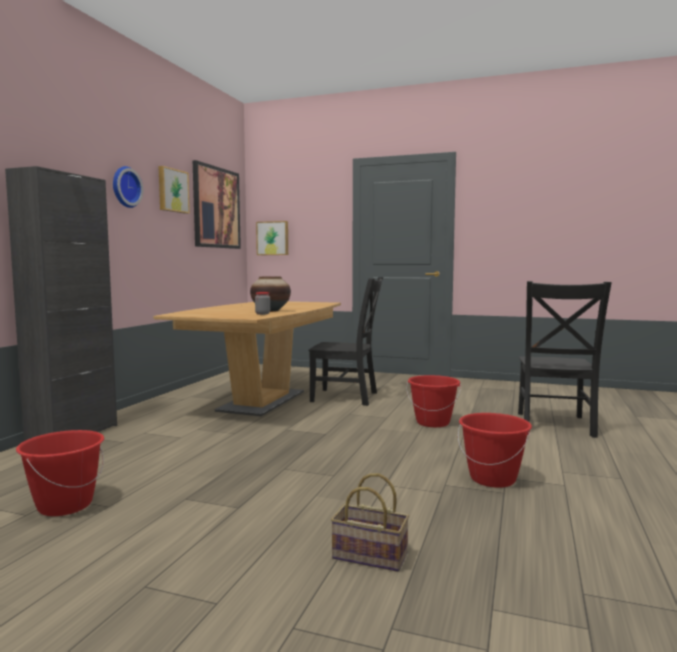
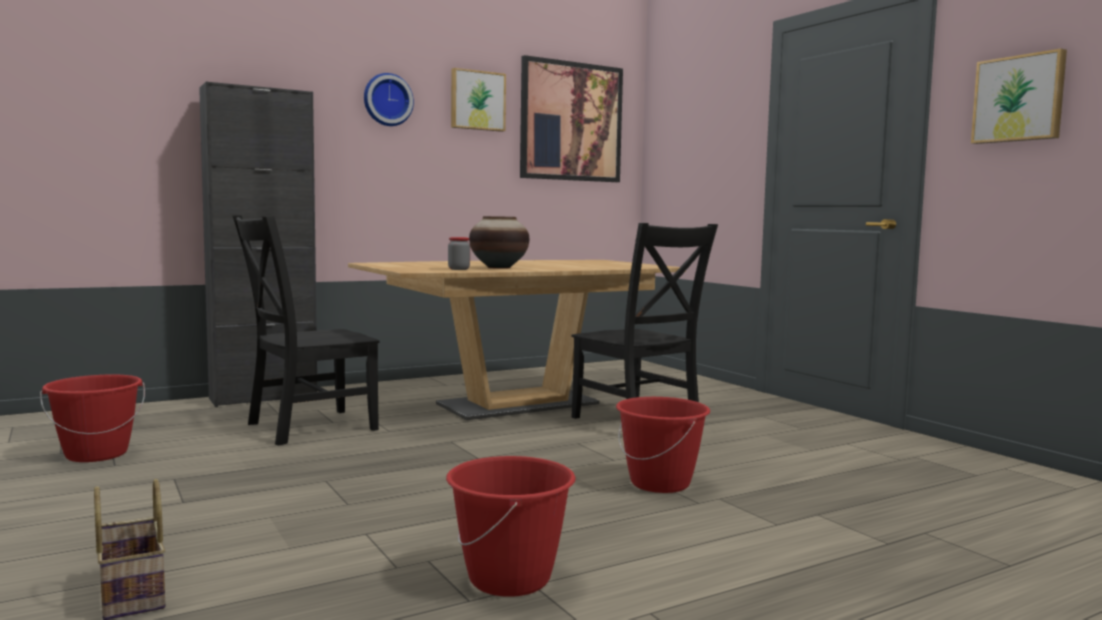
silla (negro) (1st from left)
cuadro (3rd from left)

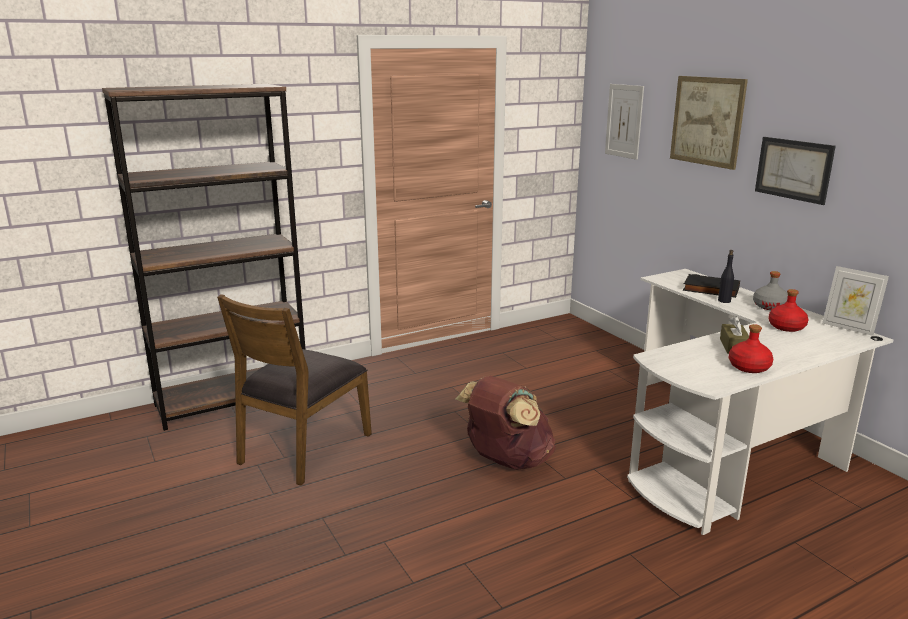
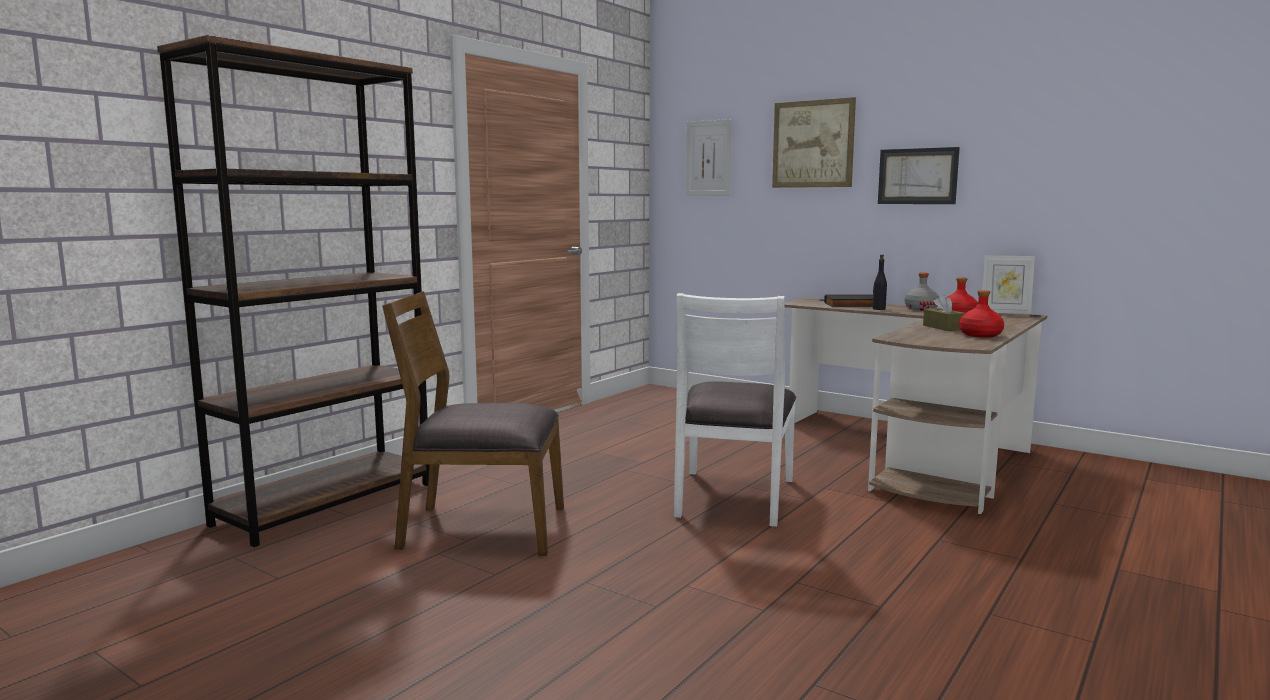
silla (marrón)
silla (blanco)
escritorio (marrón)

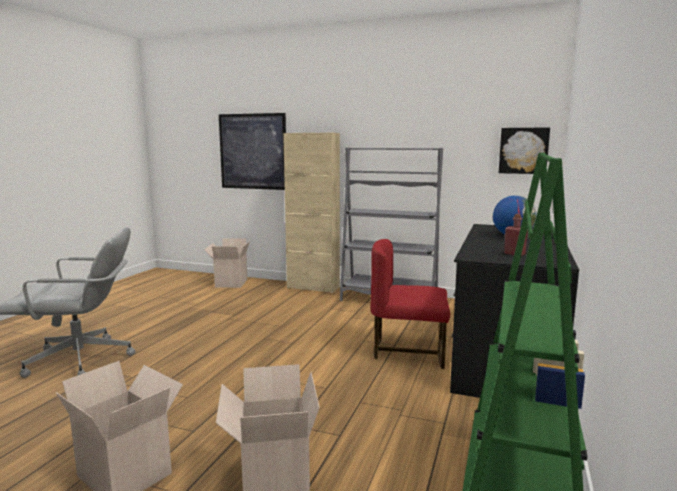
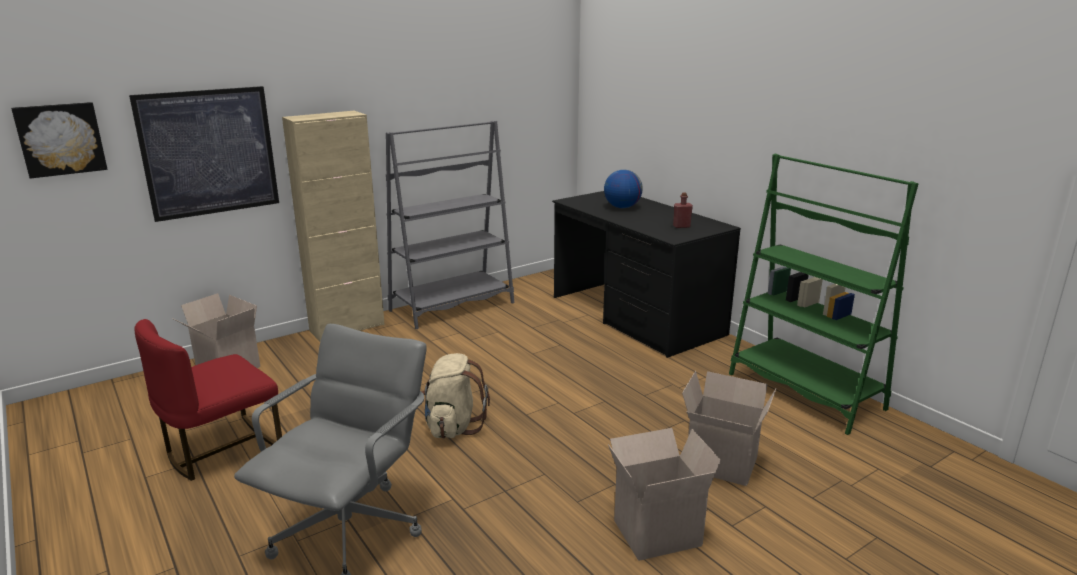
cuadro (1st from left)
silla (rojo)
mochila (beis)

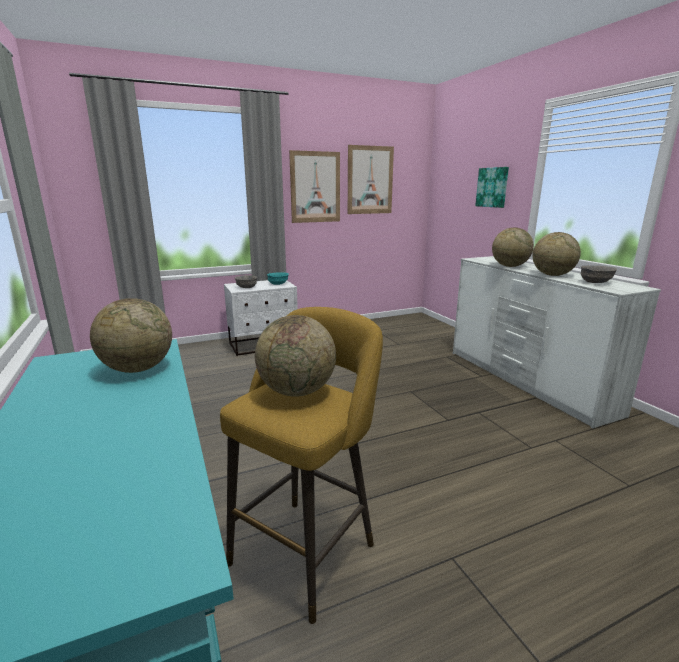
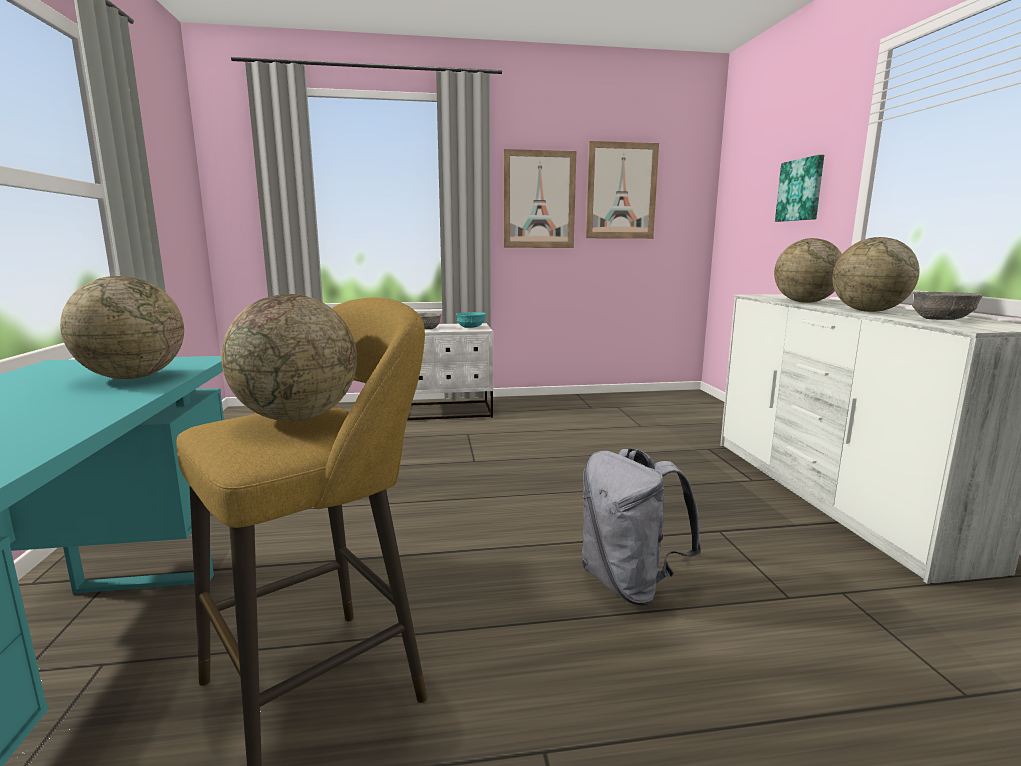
mochila (gris)

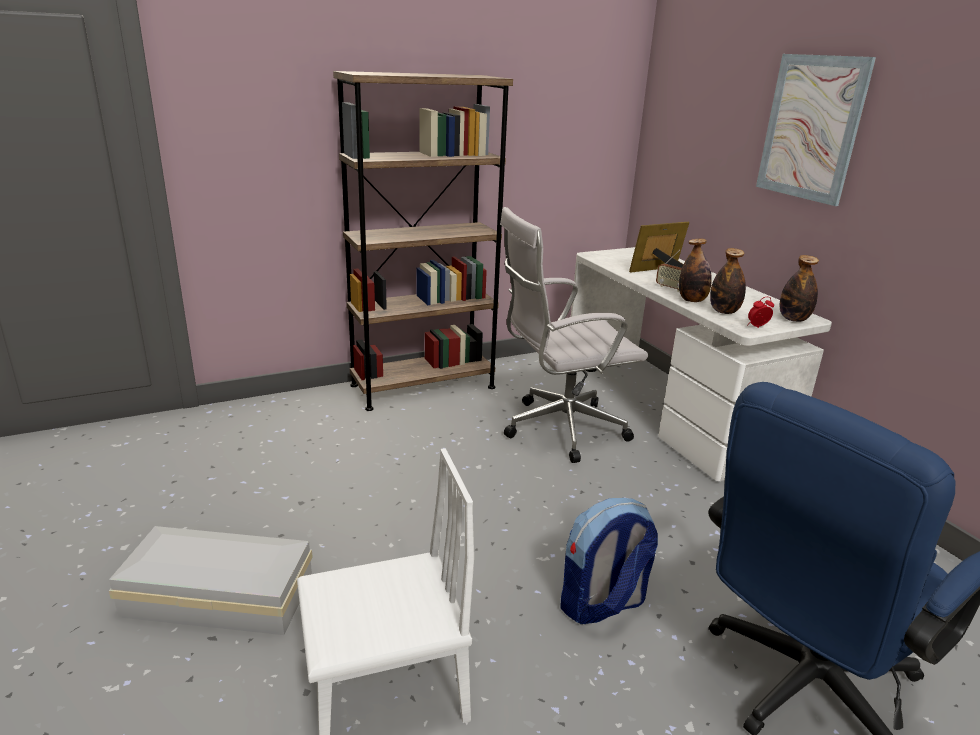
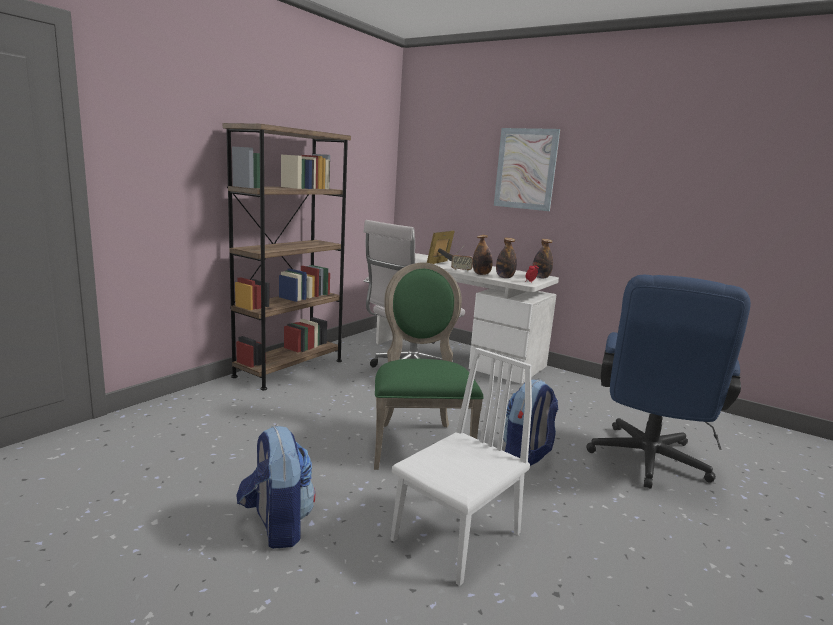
mochila (1st from left)
silla (verde)

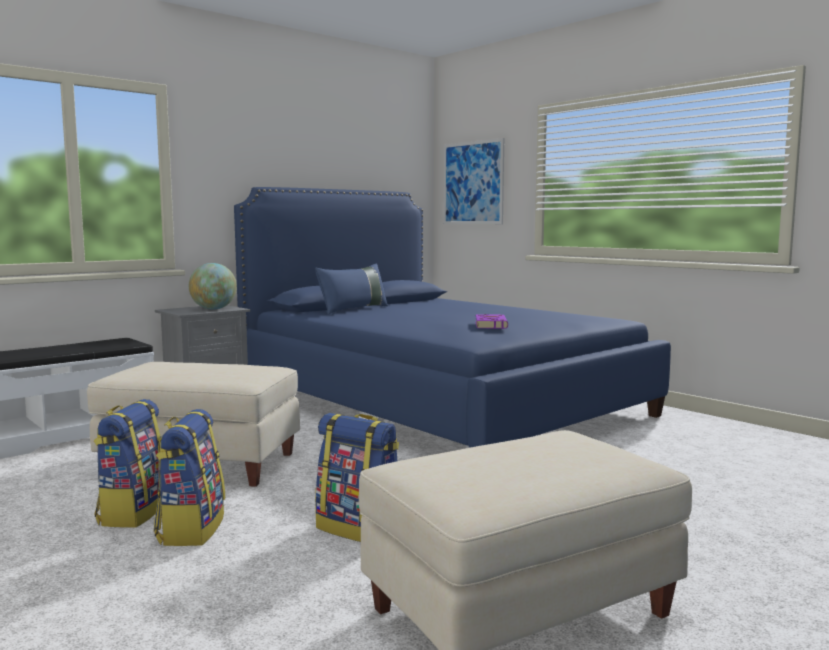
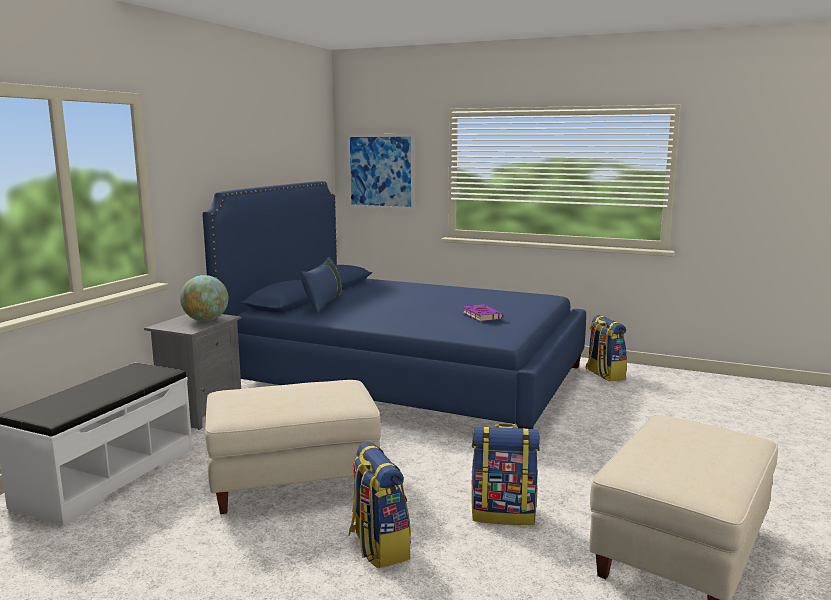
mochila (3rd from left)

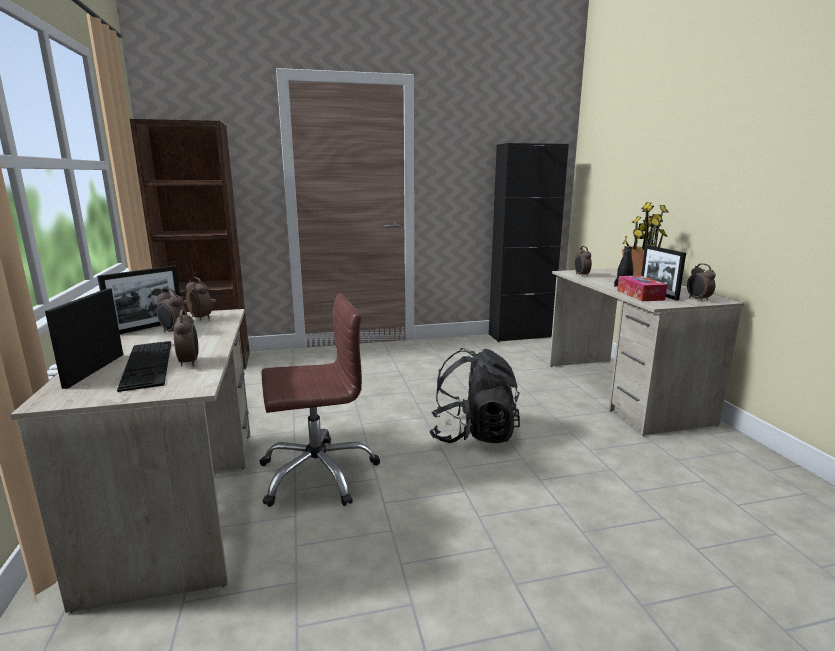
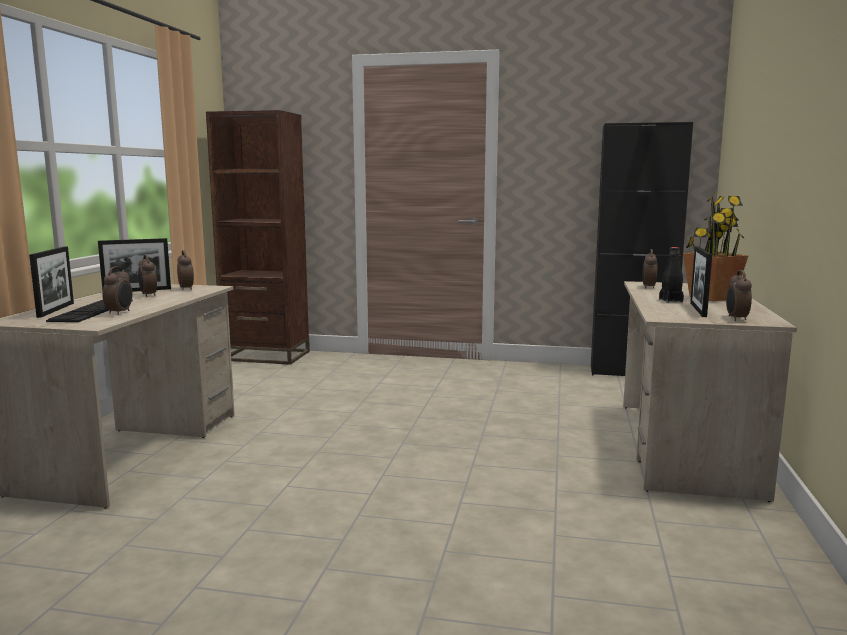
portarretratos (1st from left)
silla de oficina (marrón)
mochila (negro)
caja de pañuelos

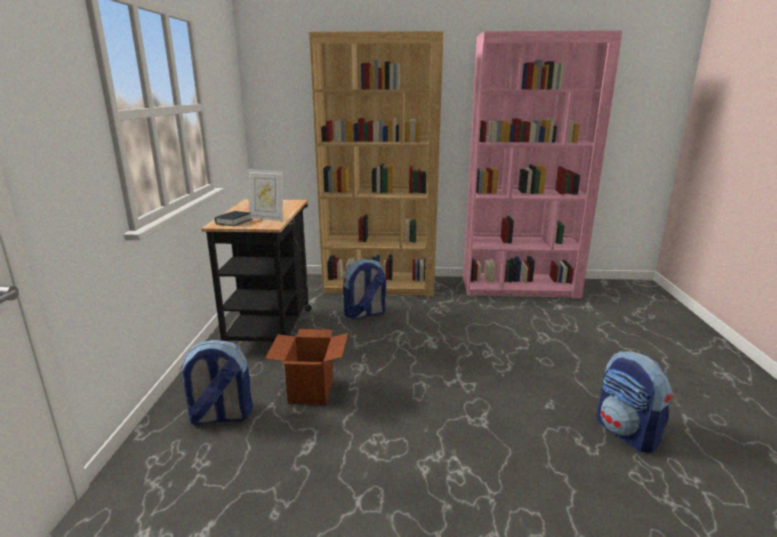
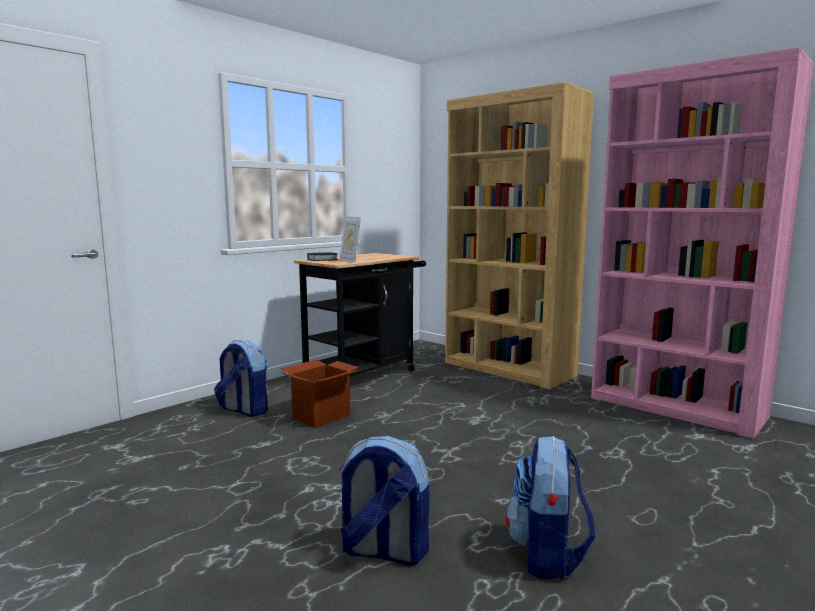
mochila (2nd from left)

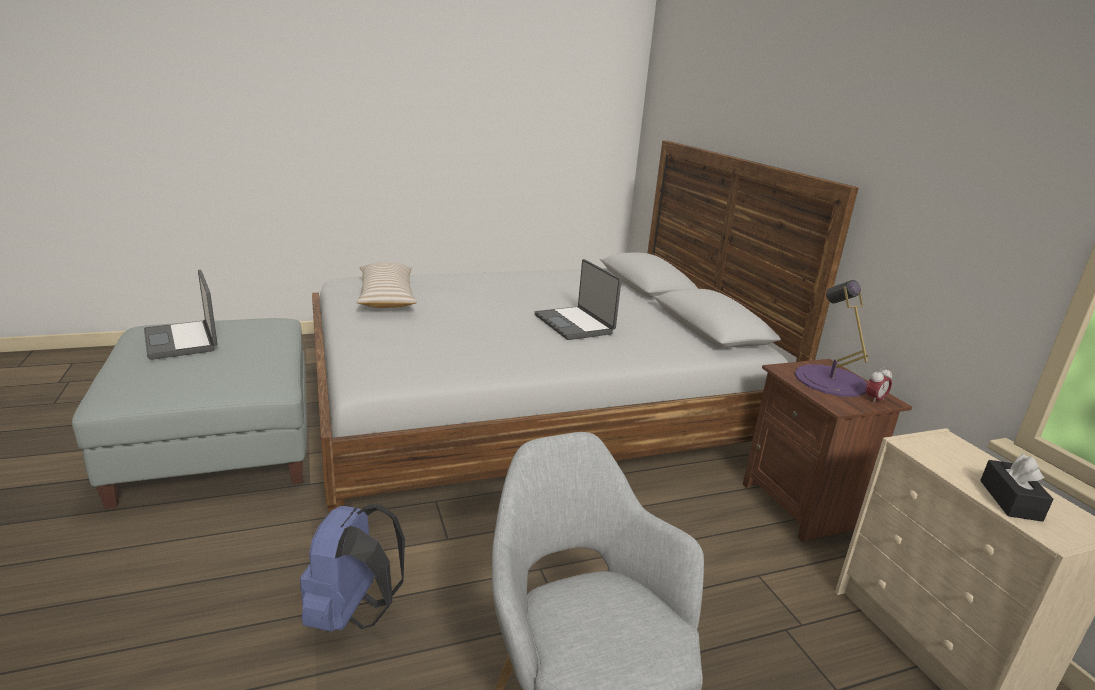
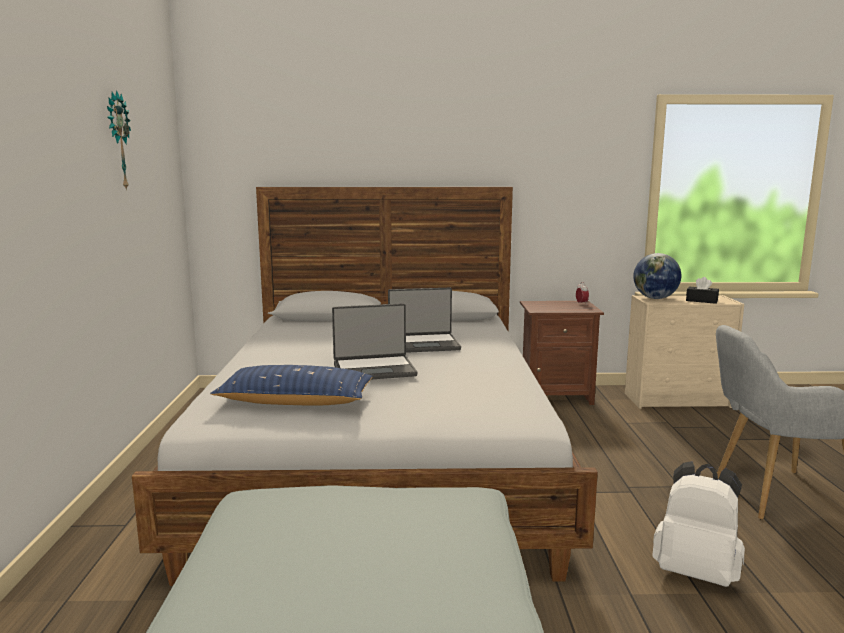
reloj de pared
cojín (azul)
portátil (1st from left)
globo terráqueo
mochila (blanco)
lámpara de mesa (morado)

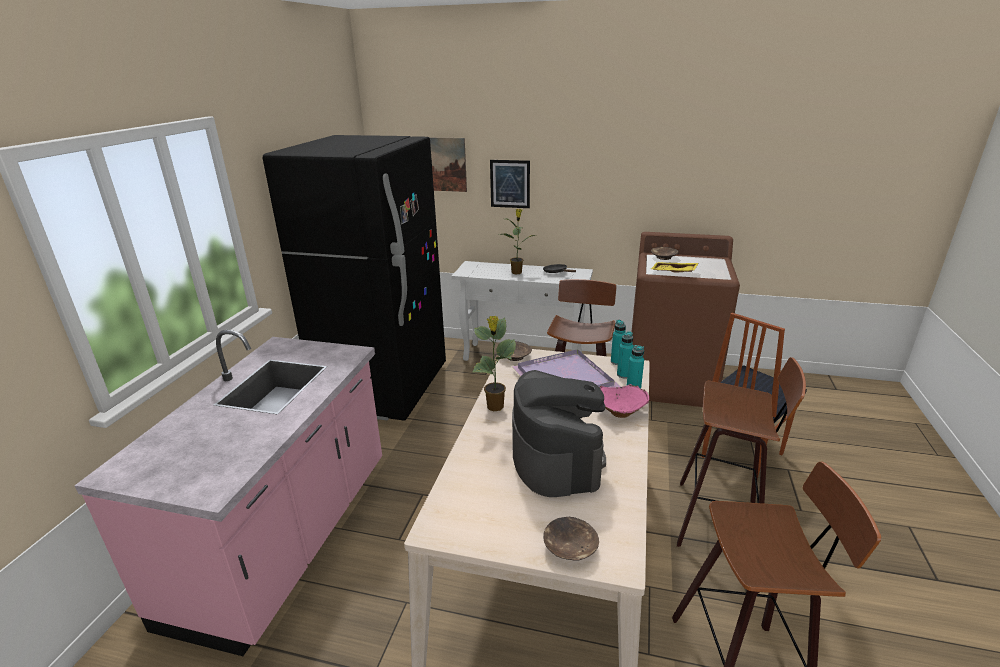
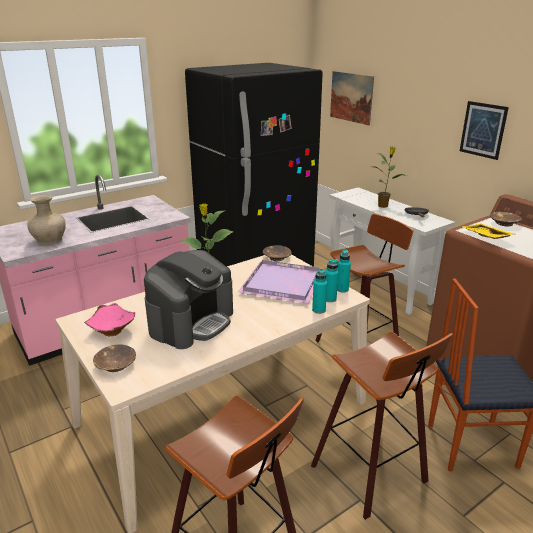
florero (beis)
cuenco (rosa)
cuadro (2nd from left)

